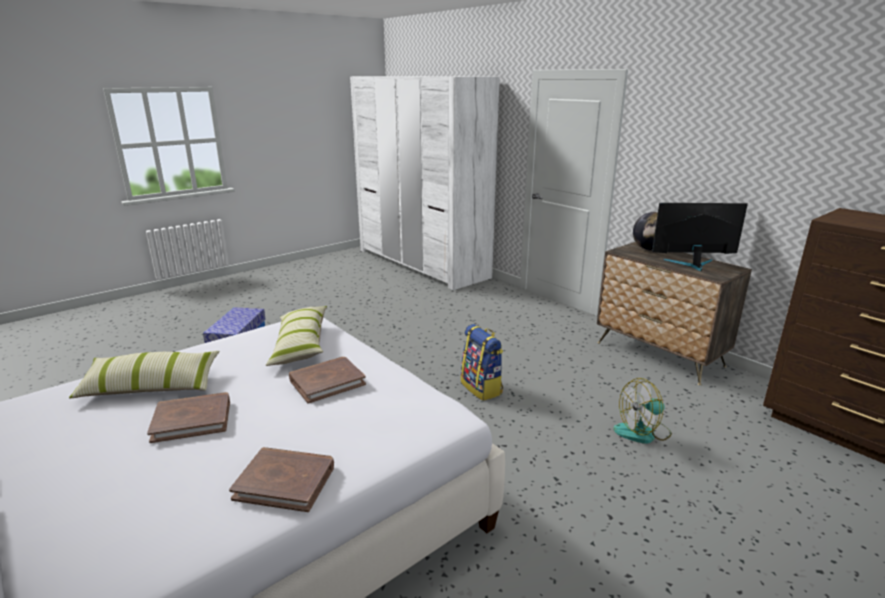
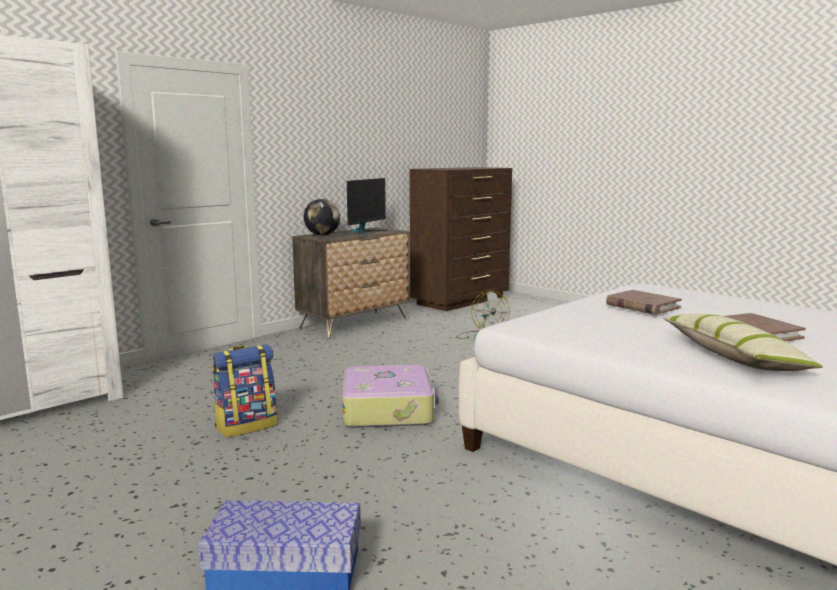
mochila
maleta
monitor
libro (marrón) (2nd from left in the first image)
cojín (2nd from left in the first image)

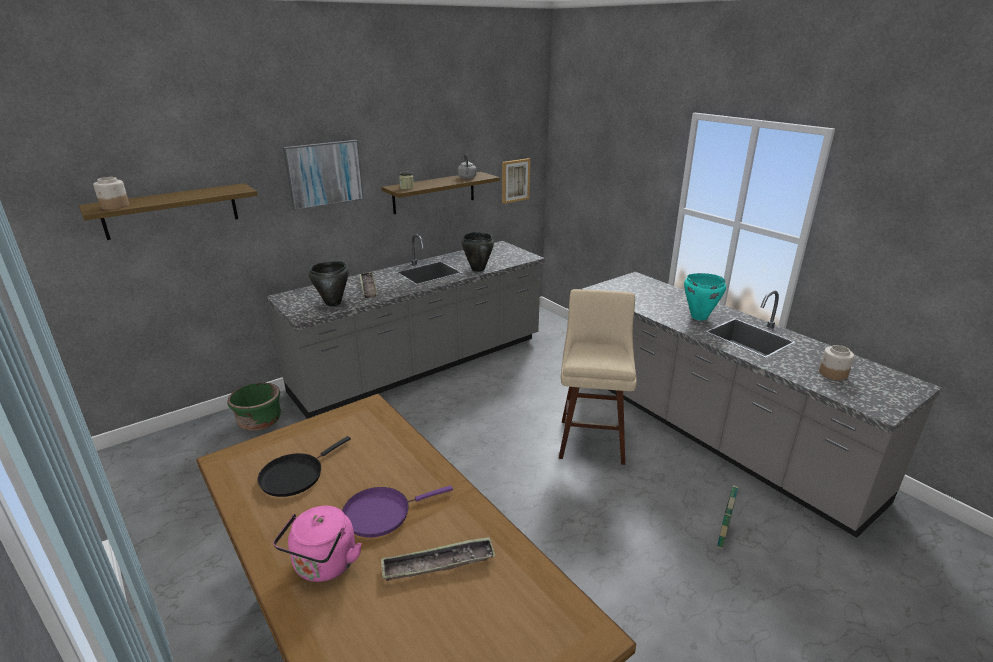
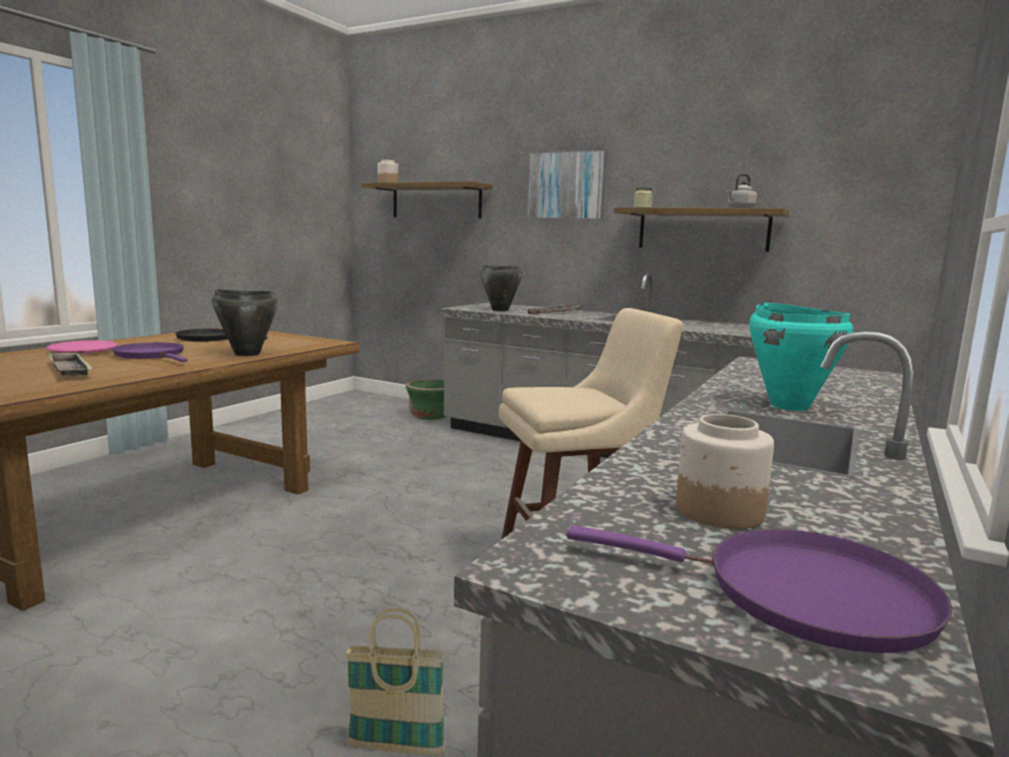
plato (rosa)
olla (negro) (1st from left)
sartén (morado) (2nd from left)
cuadro (2nd from left in the first image)

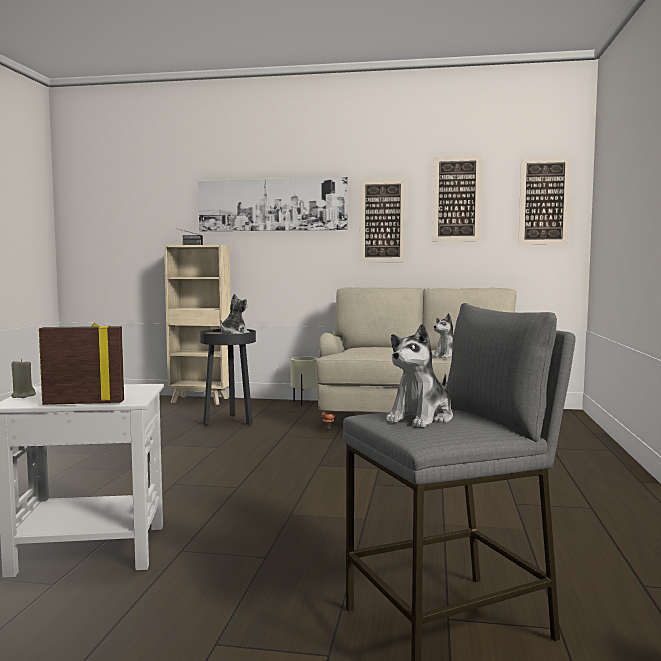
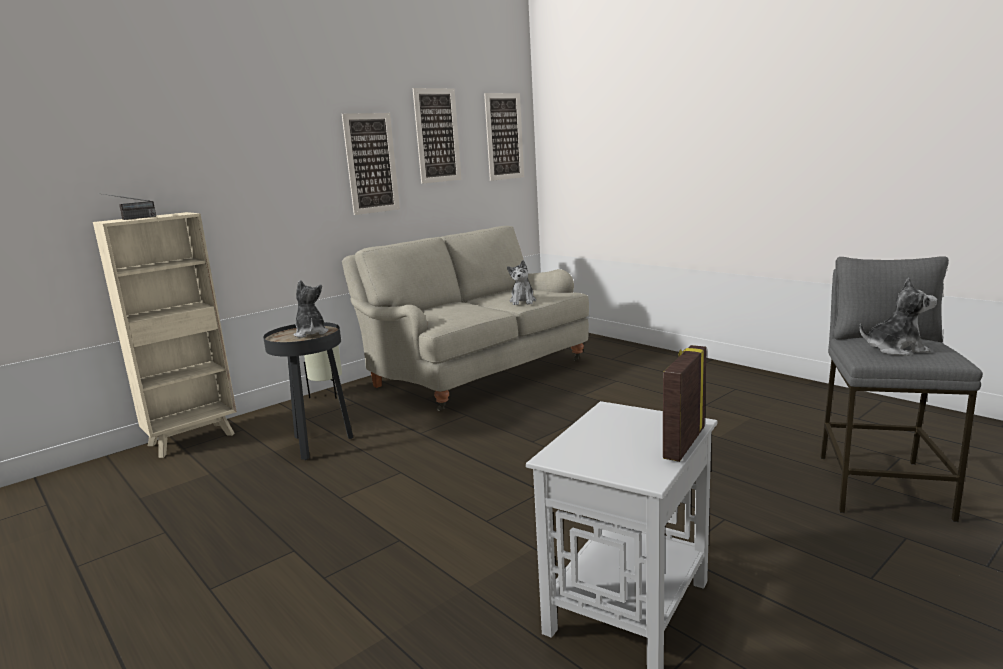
peluche (3rd from left)
vela (beis)
cuadro (1st from left in the first image)

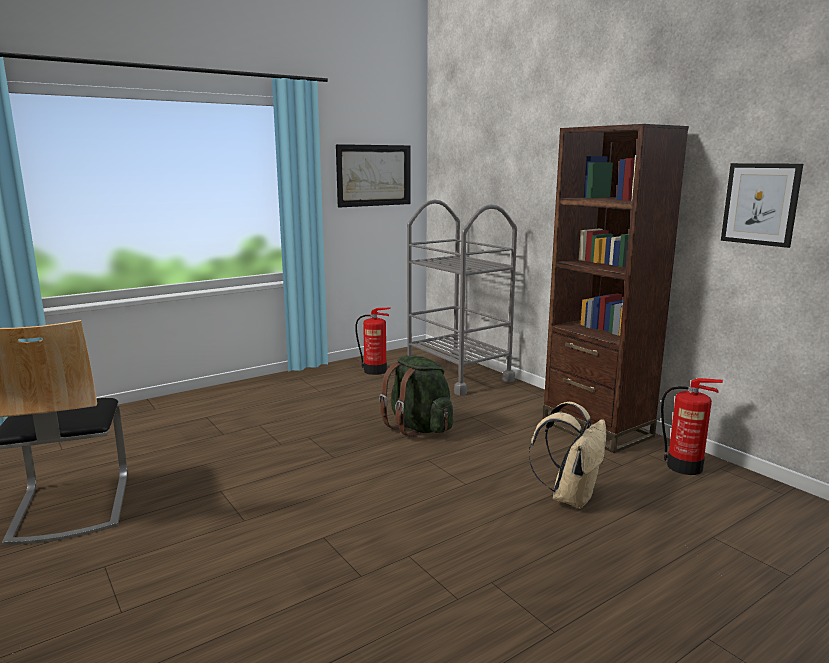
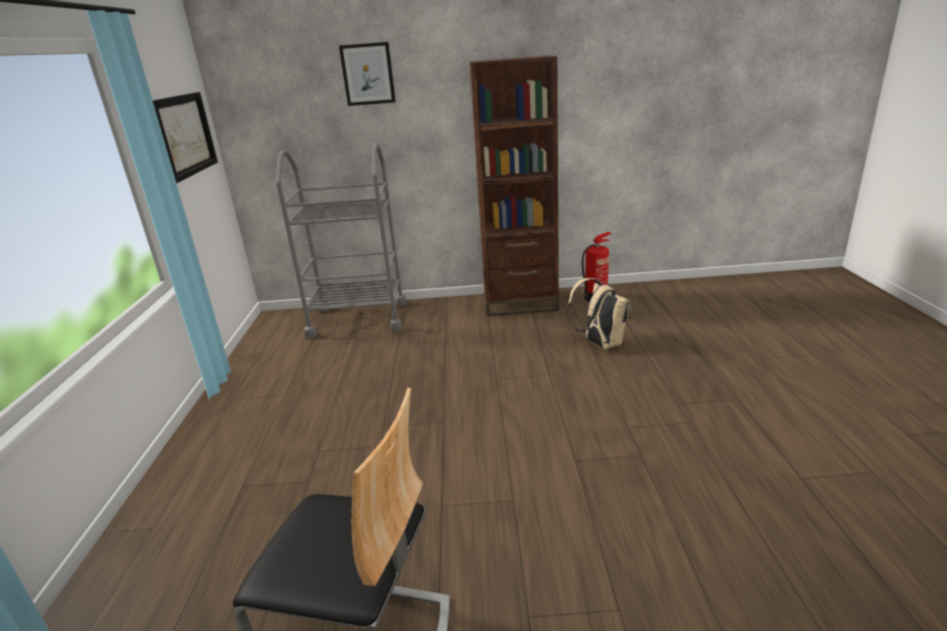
cuadro (2nd from left)
extintor (1st from left in the first image)
mochila (verde)

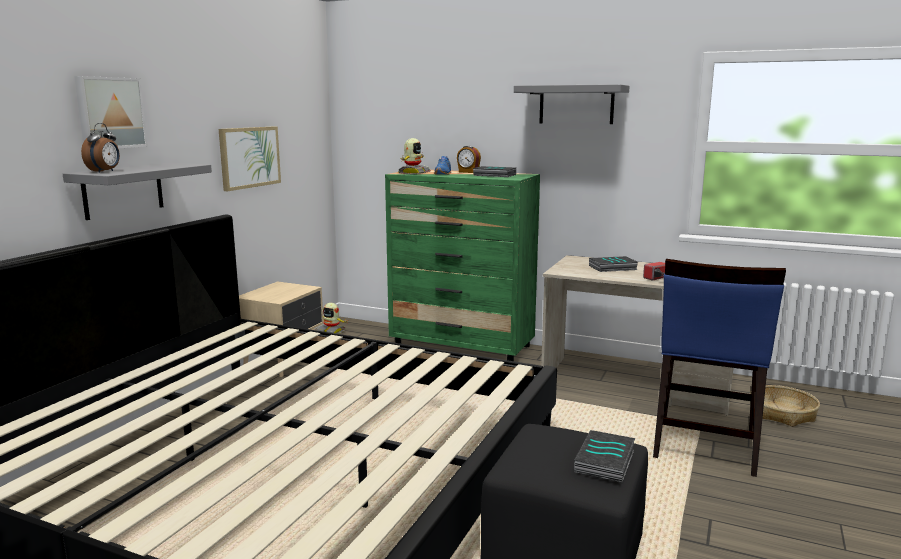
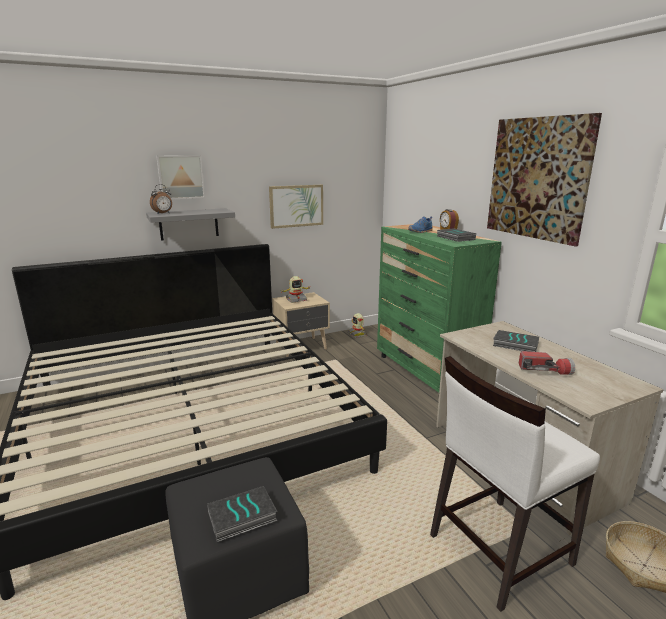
robot de juguete (1st from left)
silla (blanco)
cuadro (3rd from left)

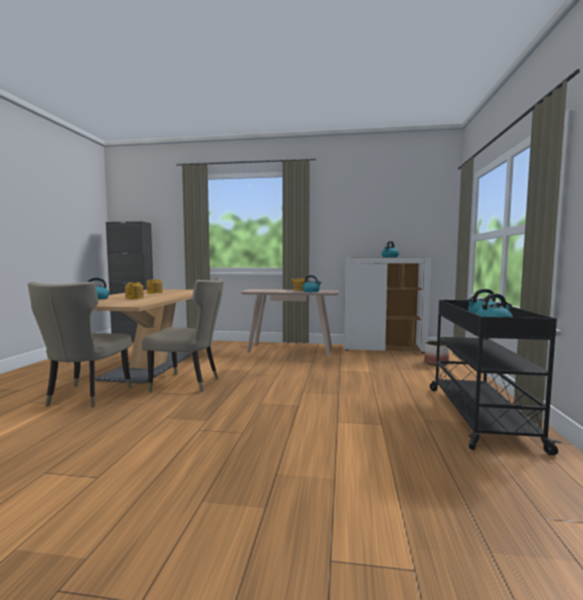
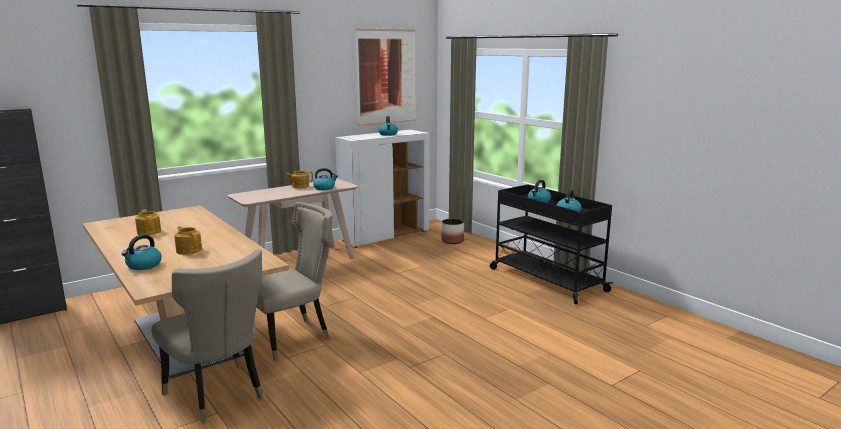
cuadro

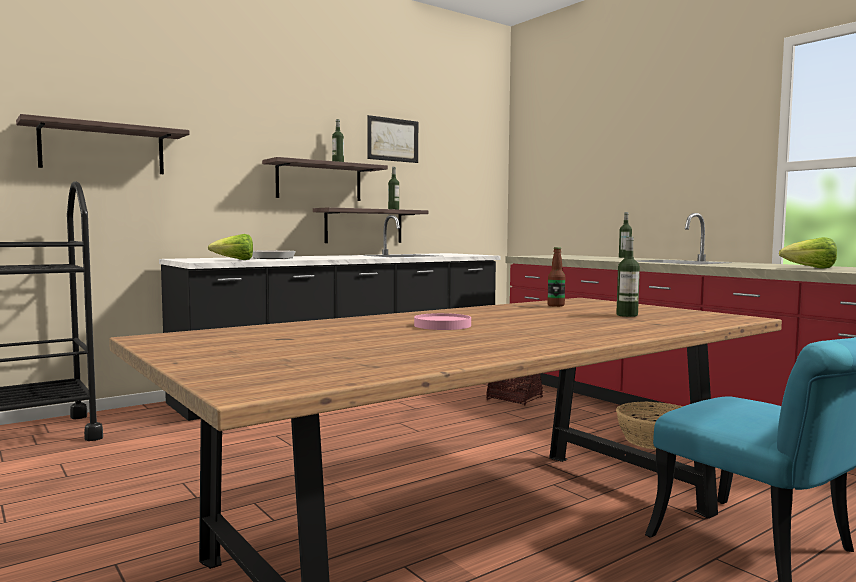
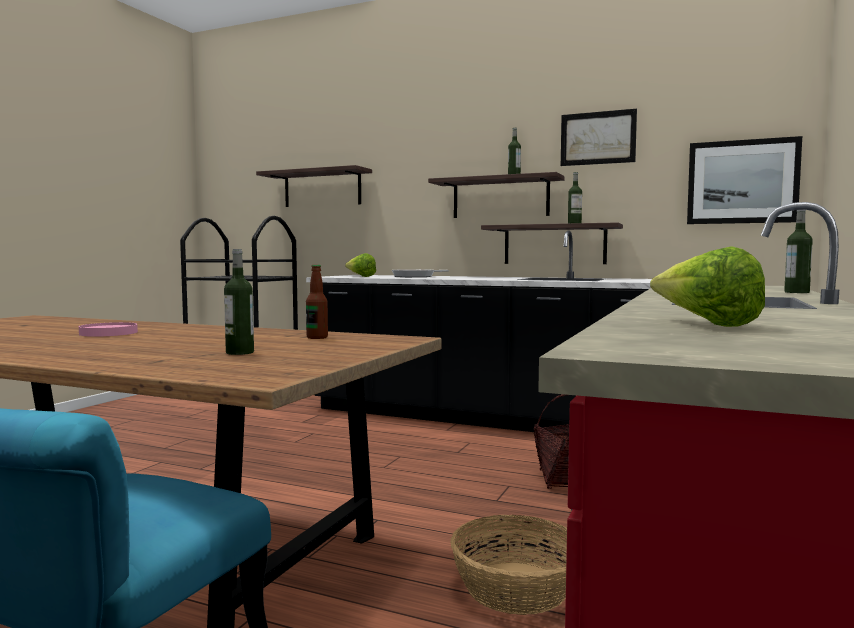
cuadro (2nd from left)

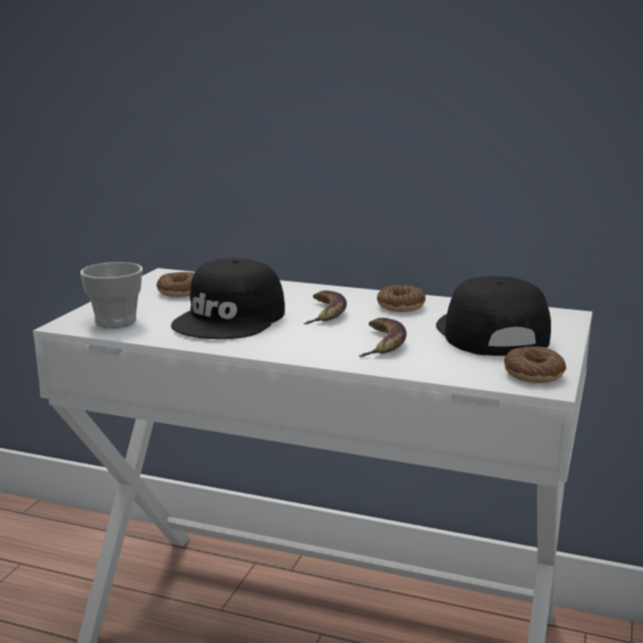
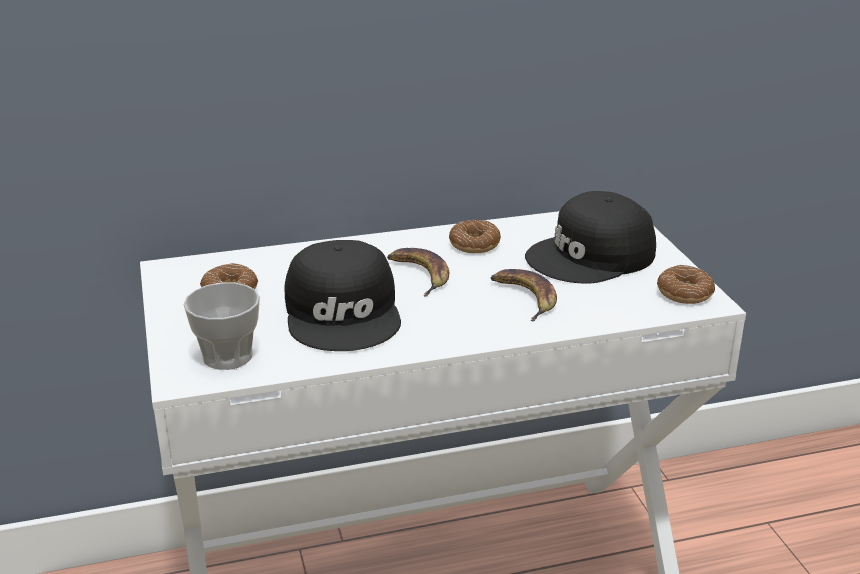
gorra (negro) (2nd from left)

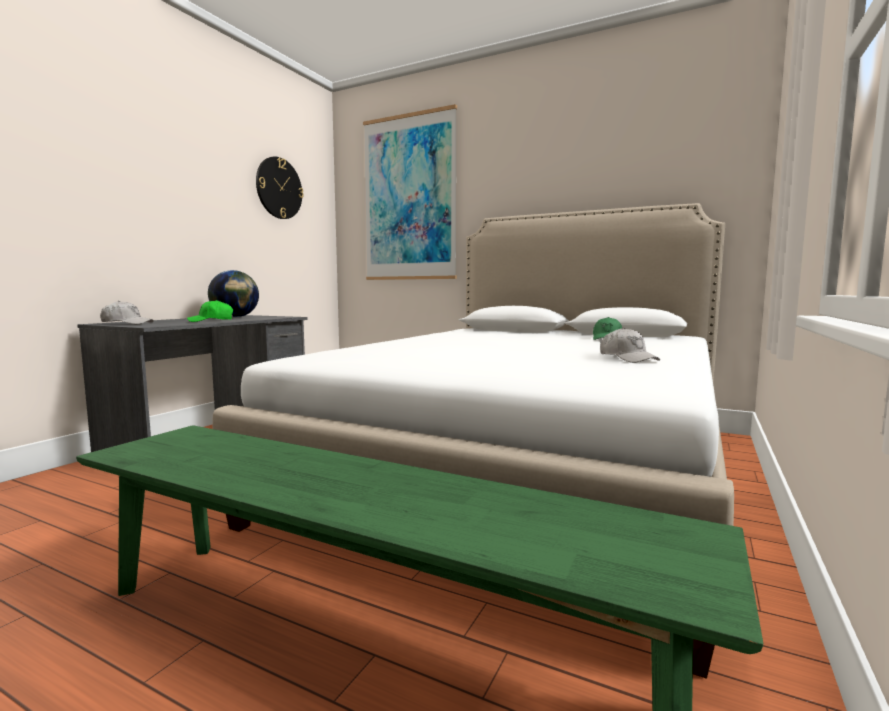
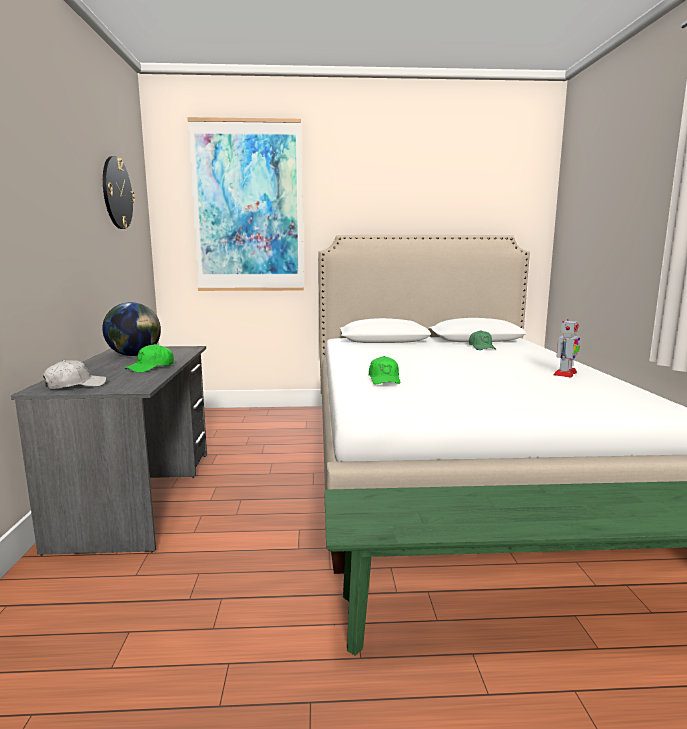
gorra (verde) (2nd from left)
robot de juguete

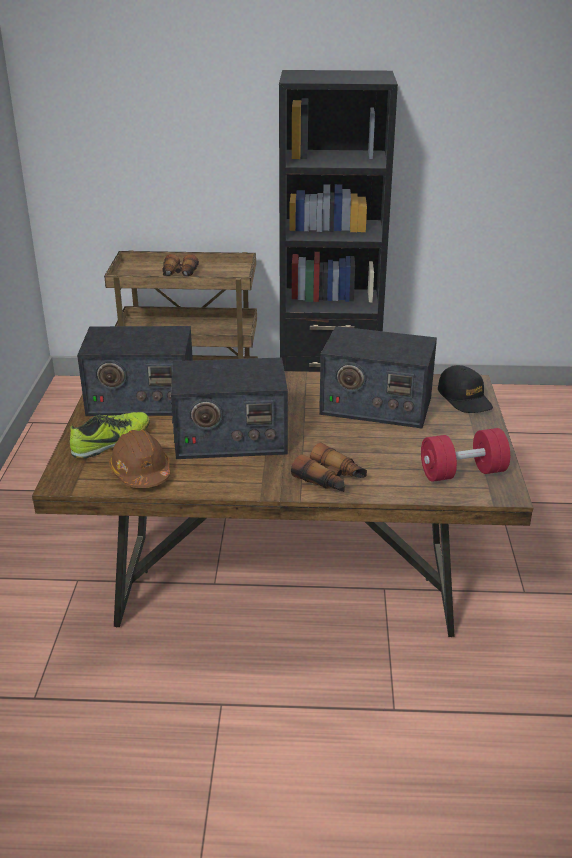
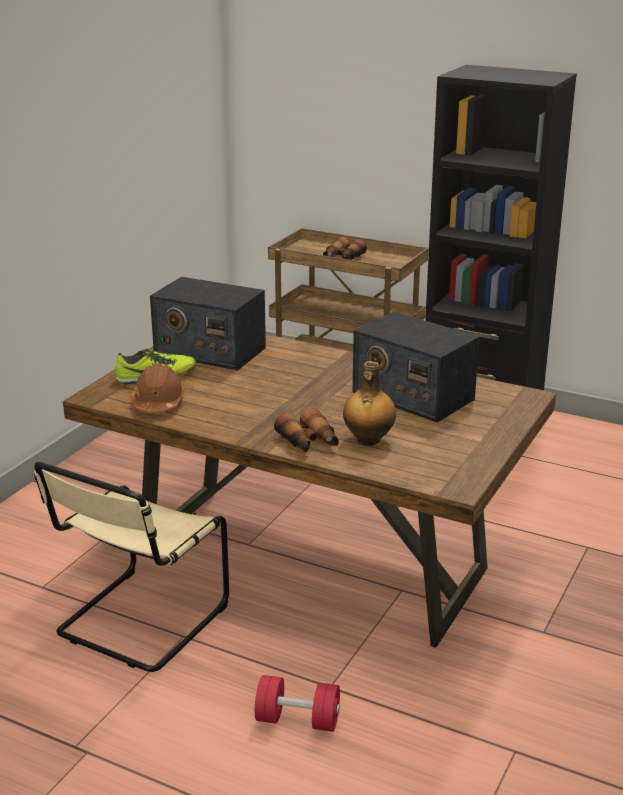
silla (beis)
mancuerna (rojo)
botella
radio (2nd from left in the first image)
gorra (negro)

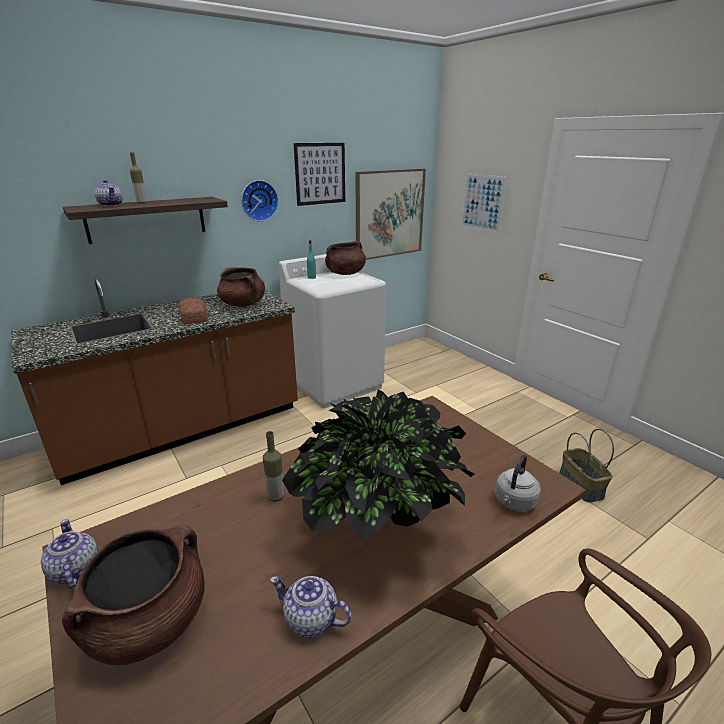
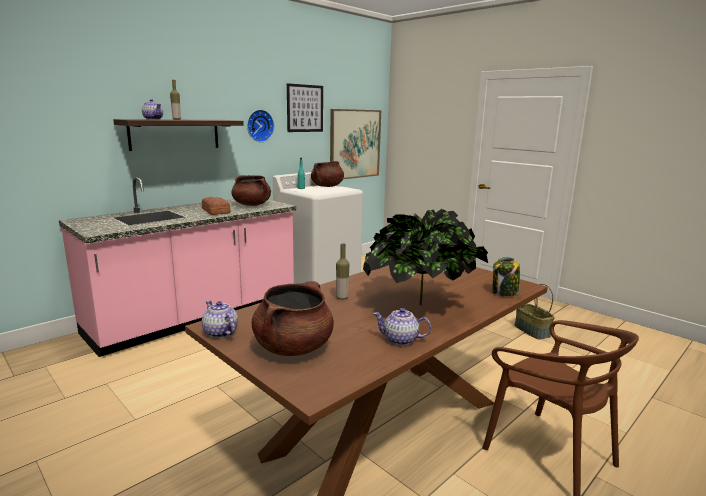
mueble bajo de cocina (rosa)
tarro
cuadro (3rd from left in the first image)

